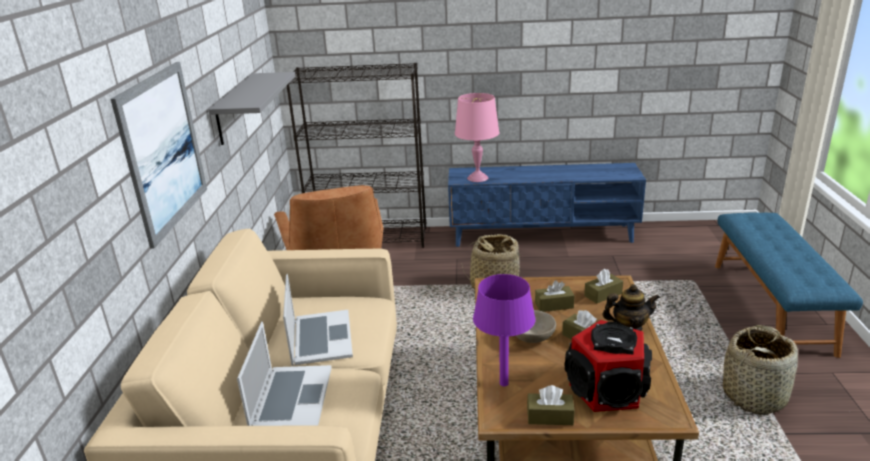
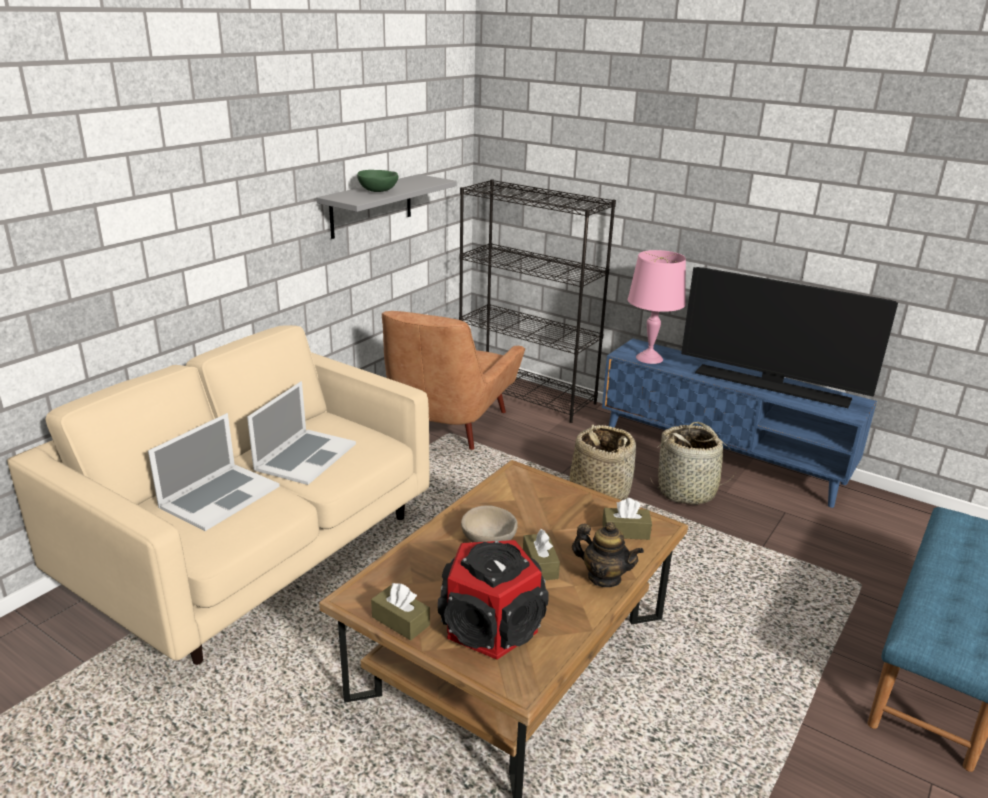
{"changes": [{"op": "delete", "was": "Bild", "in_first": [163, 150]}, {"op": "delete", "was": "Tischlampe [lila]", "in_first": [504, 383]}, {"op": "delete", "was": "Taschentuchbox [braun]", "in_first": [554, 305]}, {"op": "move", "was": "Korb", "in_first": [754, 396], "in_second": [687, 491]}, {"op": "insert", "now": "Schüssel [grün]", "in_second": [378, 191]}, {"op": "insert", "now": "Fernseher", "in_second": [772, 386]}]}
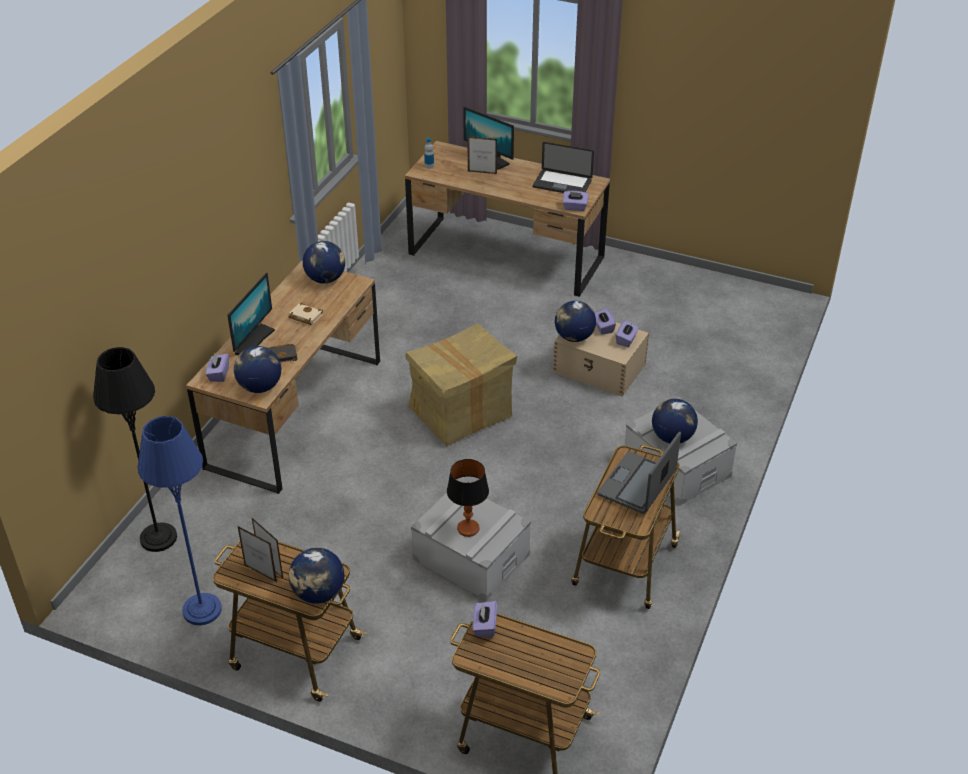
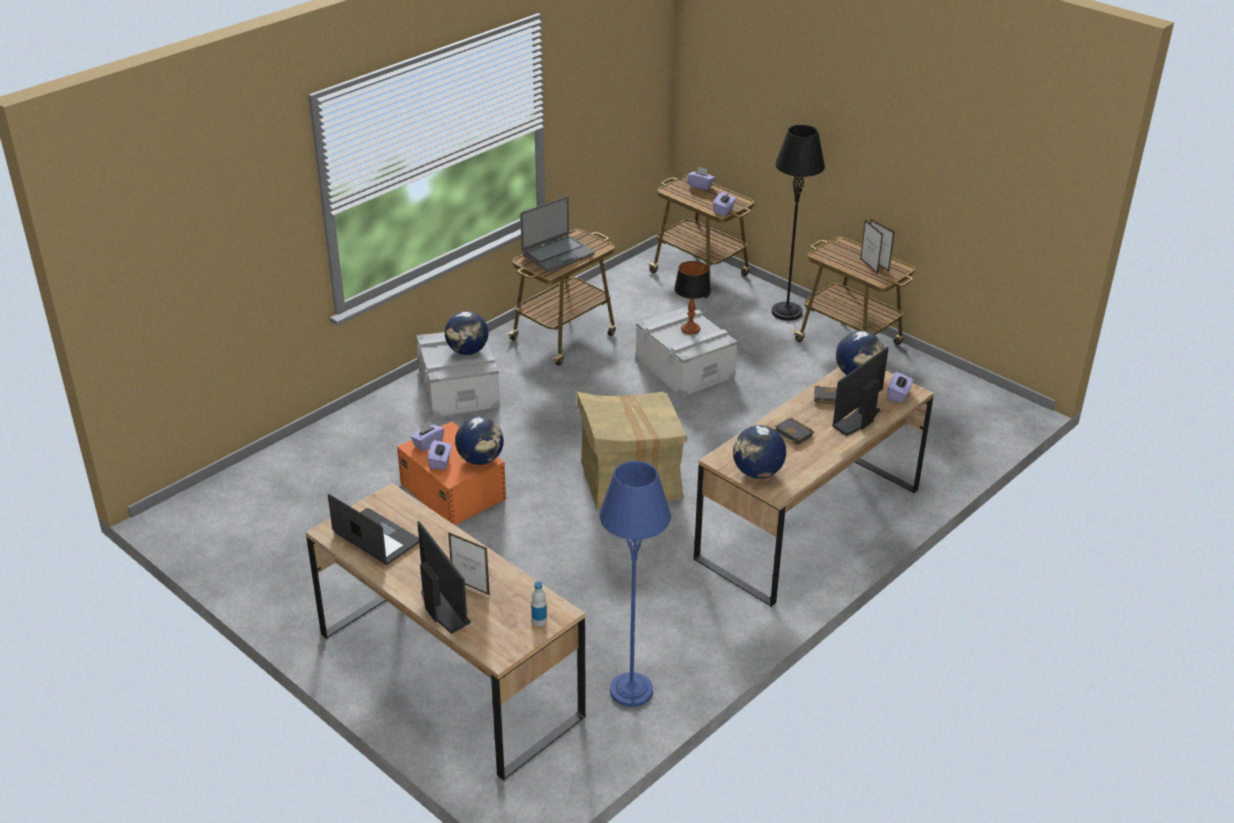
{"changes": [{"op": "move", "was": "Taschentuchbox [lila]", "in_first": [575, 207], "in_second": [700, 186]}, {"op": "recolor", "was": "Buch [beige]", "now": "Buch [schwarz]", "in_first": [304, 316], "in_second": [795, 434]}, {"op": "recolor", "was": "Aufbewahrungsbox [beige]", "now": "Aufbewahrungsbox [orange]", "in_first": [600, 368], "in_second": [452, 490]}, {"op": "move", "was": "Stehlampe [schwarz]", "in_first": [158, 538], "in_second": [786, 312]}, {"op": "move", "was": "Stehlampe [blau]", "in_first": [202, 610], "in_second": [631, 691]}, {"op": "delete", "was": "Globus", "in_first": [318, 594]}]}
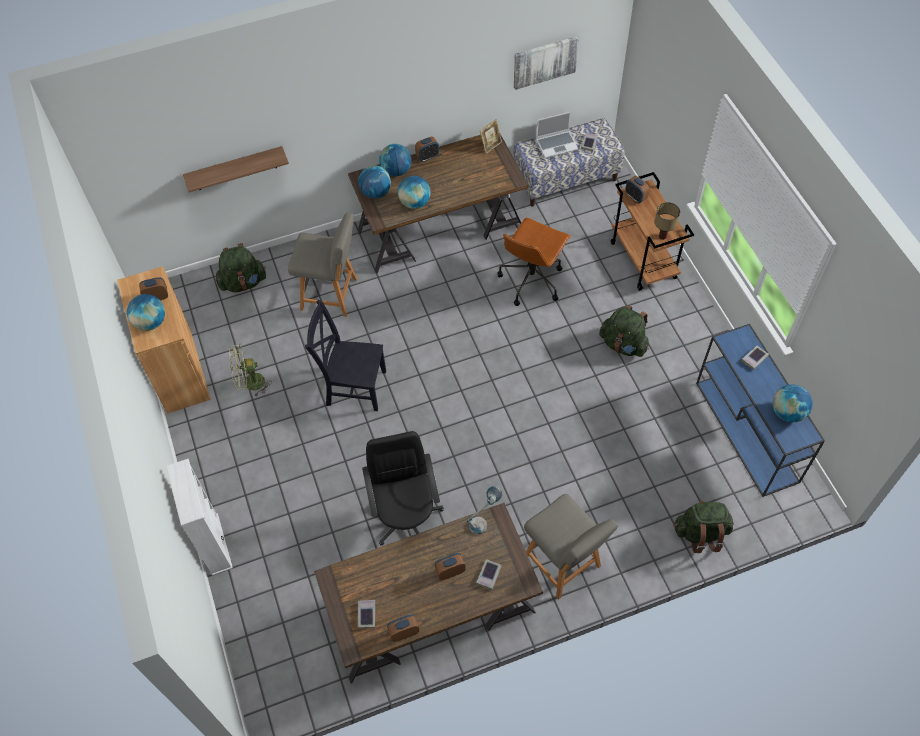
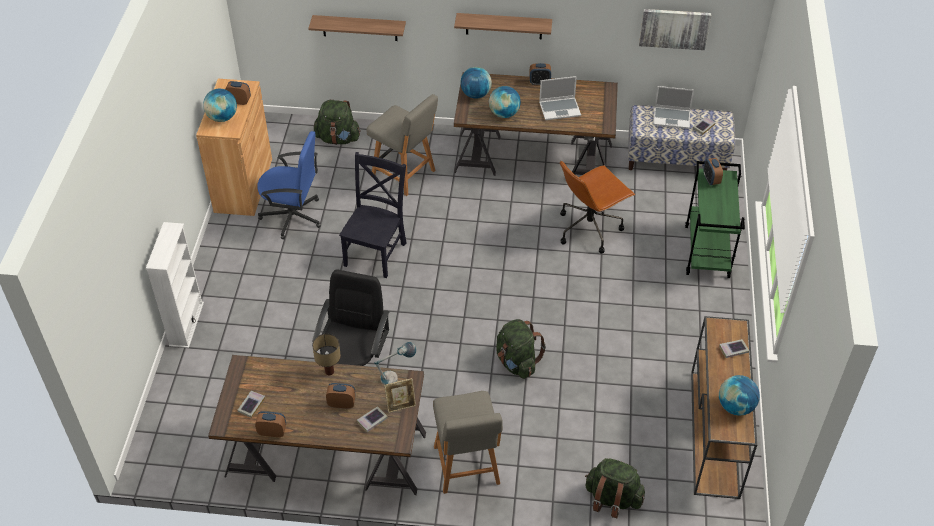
{"changes": [{"op": "move", "was": "Bilderrahmen", "in_first": [491, 145], "in_second": [400, 405]}, {"op": "delete", "was": "Globus", "in_first": [396, 171]}, {"op": "recolor", "was": "Rollwagen [braun]", "now": "Rollwagen [grün]", "in_first": [644, 260], "in_second": [707, 252]}, {"op": "move", "was": "Tischlampe", "in_first": [662, 237], "in_second": [329, 372]}, {"op": "rotate", "was": "Stuhl [schwarz]", "in_first": [353, 387], "in_second": [376, 252], "clockwise": 75}, {"op": "move", "was": "Rucksack [grün]", "in_first": [623, 344], "in_second": [517, 362]}, {"op": "recolor", "was": "Konsolentisch [blau]", "now": "Konsolentisch [braun]", "in_first": [747, 432], "in_second": [714, 434]}, {"op": "replace", "was": "Ventilator [grün]", "now": "Bürostuhl [blau]", "in_first": [250, 384], "in_second": [293, 216]}, {"op": "insert", "now": "Wandregal", "in_second": [504, 26]}, {"op": "insert", "now": "Laptop", "in_second": [560, 109]}]}
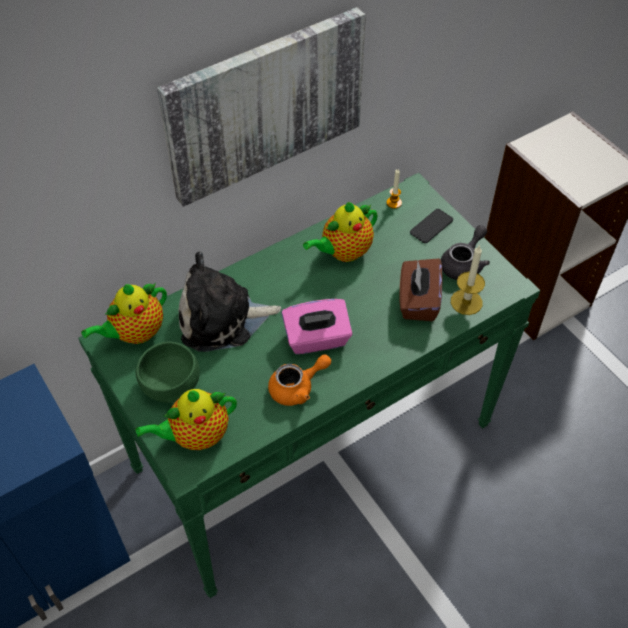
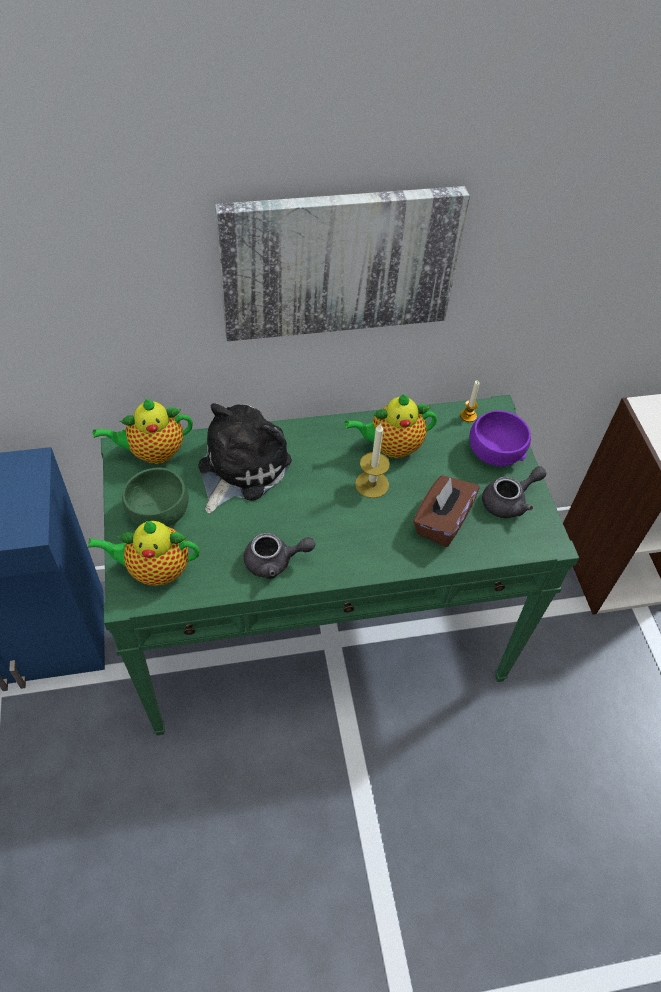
{"changes": [{"op": "replace", "was": "Handy", "now": "Schüssel [lila]", "in_first": [431, 226], "in_second": [495, 452]}, {"op": "move", "was": "Kerze", "in_first": [466, 302], "in_second": [372, 484]}, {"op": "rotate", "was": "Plüschtier", "in_first": [222, 318], "in_second": [240, 468], "clockwise": 105}, {"op": "delete", "was": "Taschentuchbox [rosa]", "in_first": [317, 339]}, {"op": "recolor", "was": "Teekanne [orange]", "now": "Teekanne [grau]", "in_first": [297, 388], "in_second": [275, 562]}]}
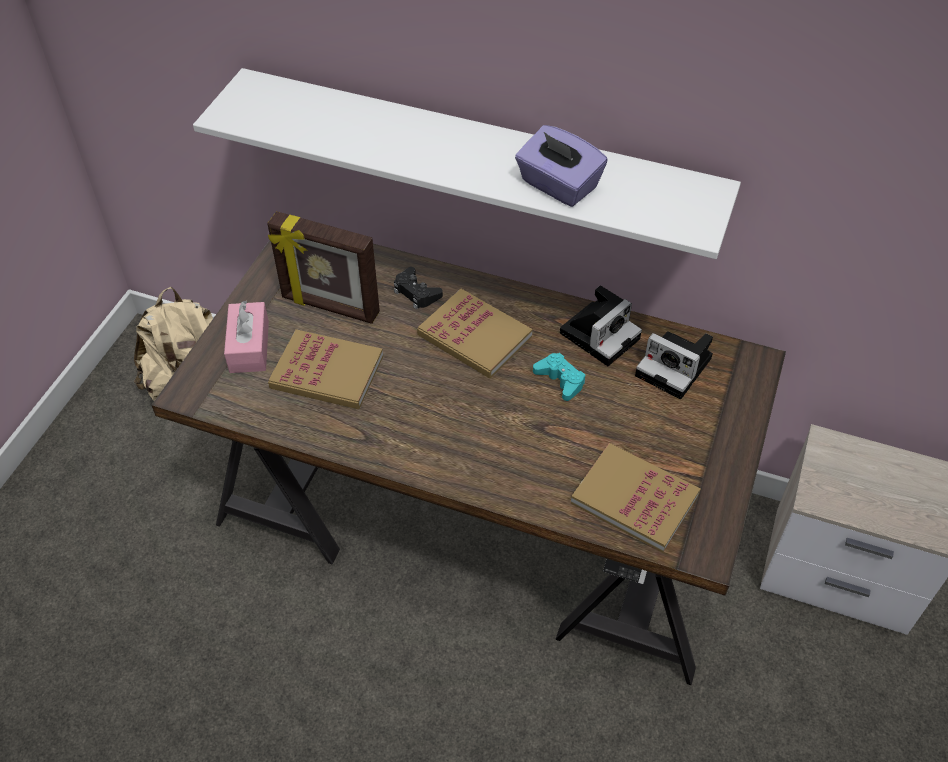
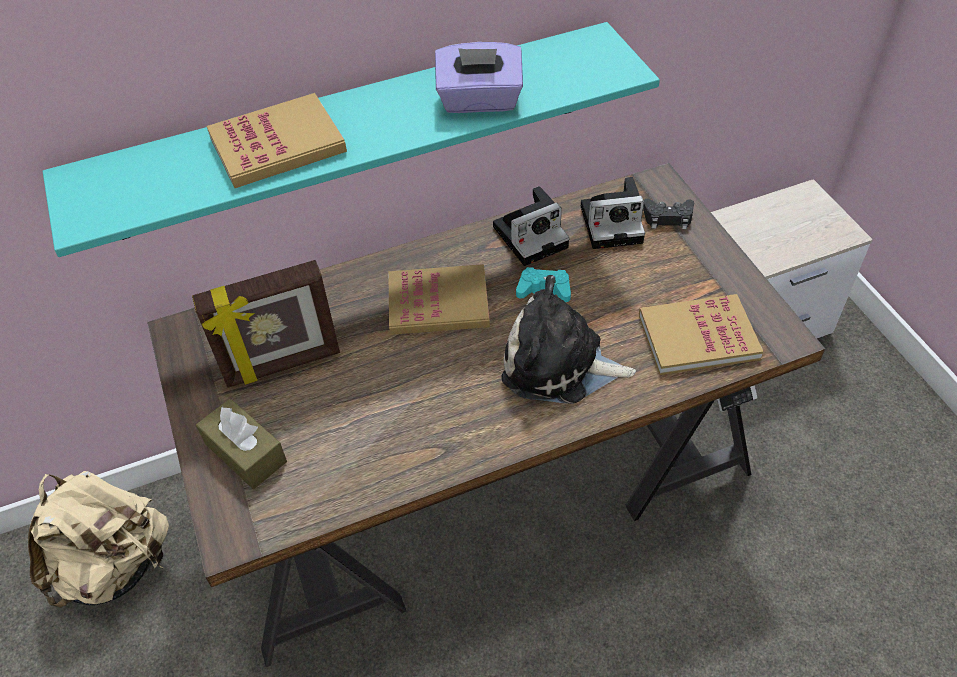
{"changes": [{"op": "recolor", "was": "Wandregal [weiß]", "now": "Wandregal [türkis]", "in_first": [477, 158], "in_second": [351, 132]}, {"op": "move", "was": "Gamepad [schwarz]", "in_first": [416, 293], "in_second": [668, 217]}, {"op": "rotate", "was": "Kamera", "in_first": [600, 334], "in_second": [532, 235], "clockwise": 60}, {"op": "recolor", "was": "Taschentuchbox [rosa]", "now": "Taschentuchbox [braun]", "in_first": [249, 347], "in_second": [245, 452]}, {"op": "move", "was": "Buch", "in_first": [327, 372], "in_second": [278, 145]}, {"op": "insert", "now": "Plüschtier", "in_second": [559, 365]}]}
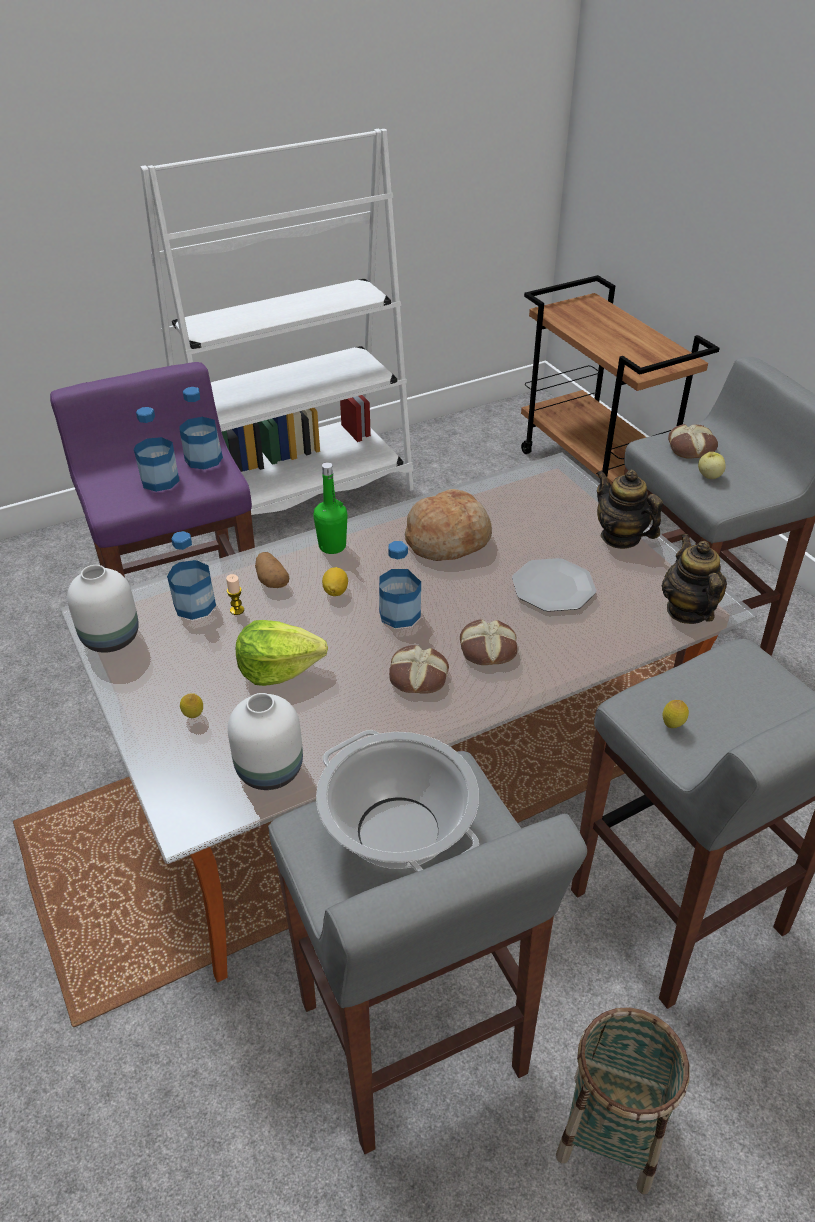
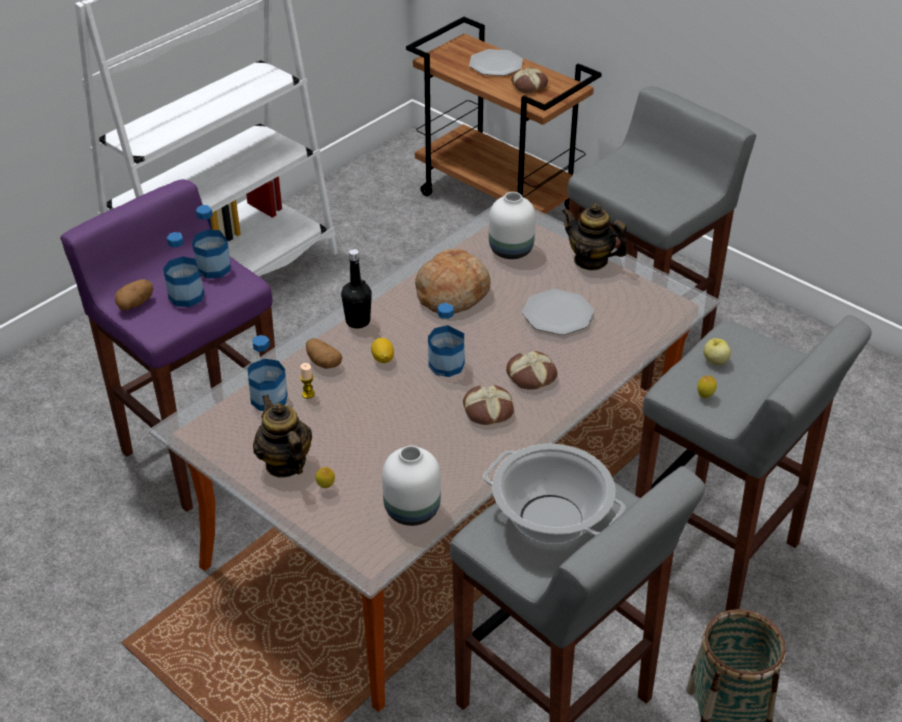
{"changes": [{"op": "move", "was": "Brot", "in_first": [691, 447], "in_second": [529, 85]}, {"op": "move", "was": "Apfel", "in_first": [709, 476], "in_second": [715, 361]}, {"op": "recolor", "was": "Flasche [grün]", "now": "Flasche [schwarz]", "in_first": [332, 546], "in_second": [358, 321]}, {"op": "move", "was": "Teekanne", "in_first": [687, 610], "in_second": [285, 463]}, {"op": "move", "was": "Vase [weiß]", "in_first": [109, 637], "in_second": [509, 250]}, {"op": "delete", "was": "Salatkopf", "in_first": [278, 668]}, {"op": "insert", "now": "Teller", "in_second": [496, 64]}, {"op": "insert", "now": "Kartoffel", "in_second": [136, 303]}]}
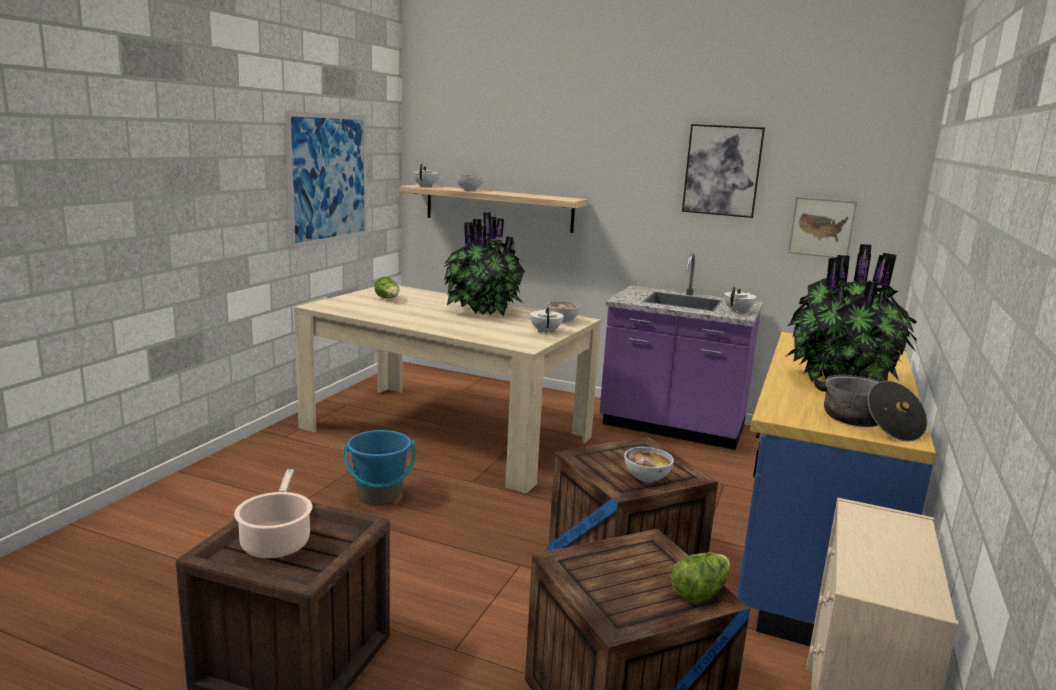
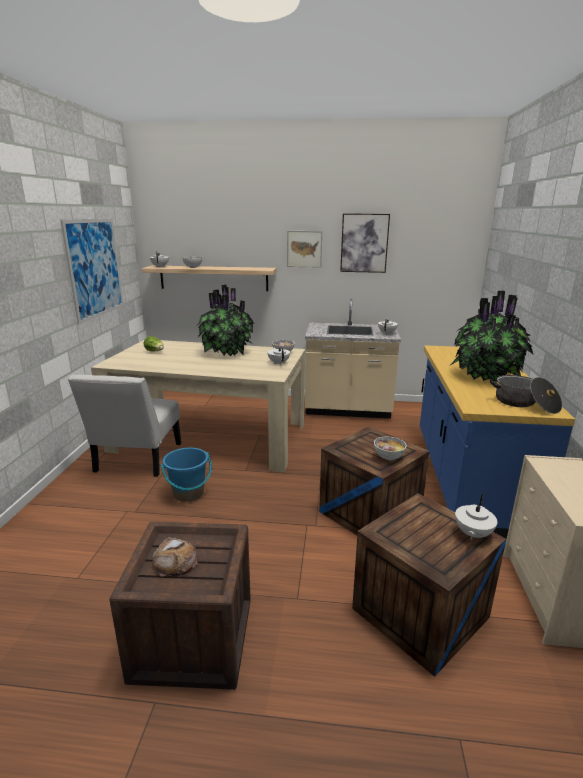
{"changes": [{"op": "move", "was": "Bild", "in_first": [821, 227], "in_second": [304, 249]}, {"op": "recolor", "was": "Küchenzeile [lila]", "now": "Küchenzeile [beige]", "in_first": [672, 428], "in_second": [347, 410]}, {"op": "replace", "was": "Kochtopf", "now": "Brot", "in_first": [276, 541], "in_second": [175, 561]}, {"op": "replace", "was": "Salatkopf", "now": "Teekanne [weiß]", "in_first": [699, 591], "in_second": [472, 534]}, {"op": "insert", "now": "Stuhl [weiß]", "in_second": [136, 460]}]}
